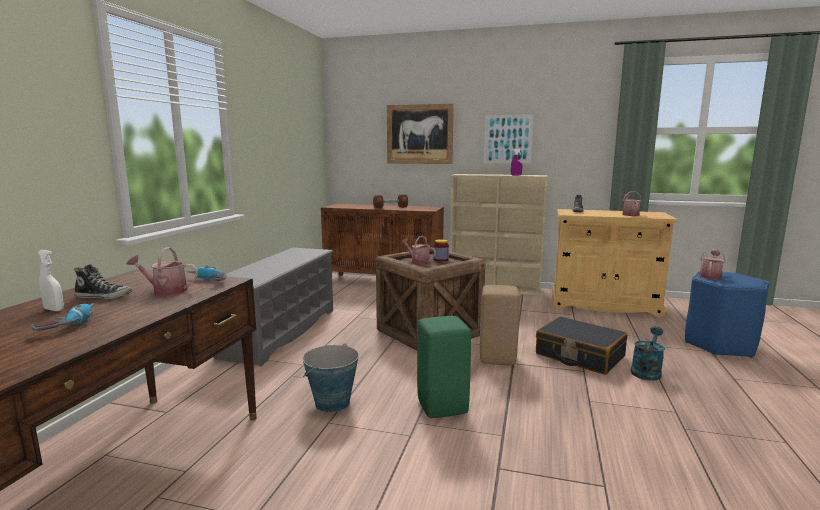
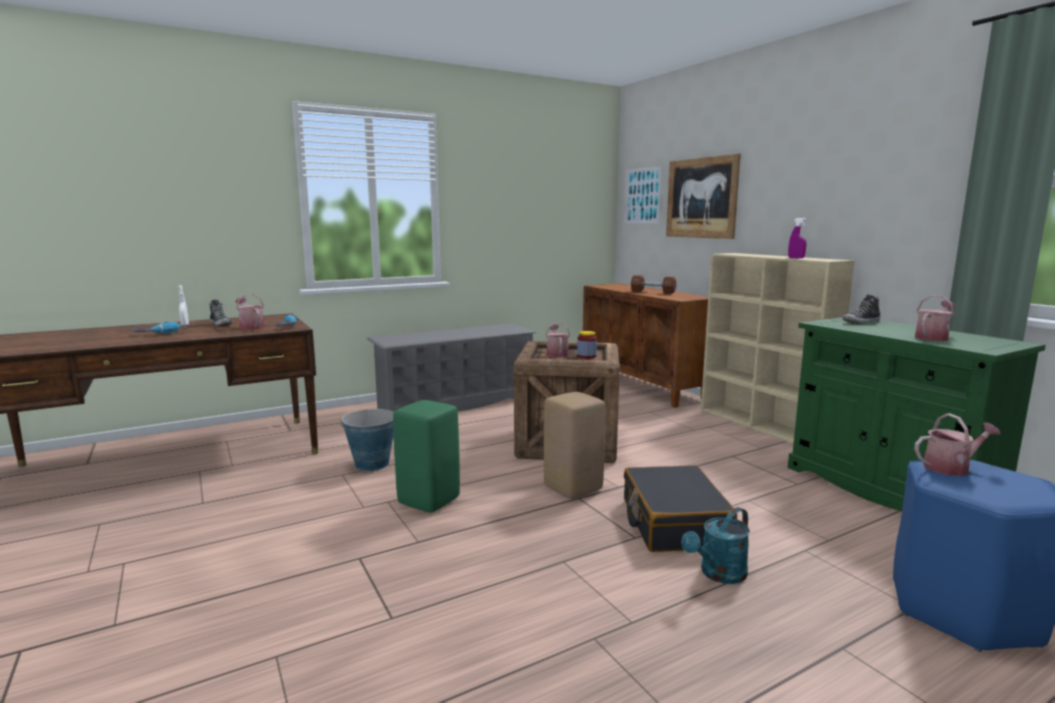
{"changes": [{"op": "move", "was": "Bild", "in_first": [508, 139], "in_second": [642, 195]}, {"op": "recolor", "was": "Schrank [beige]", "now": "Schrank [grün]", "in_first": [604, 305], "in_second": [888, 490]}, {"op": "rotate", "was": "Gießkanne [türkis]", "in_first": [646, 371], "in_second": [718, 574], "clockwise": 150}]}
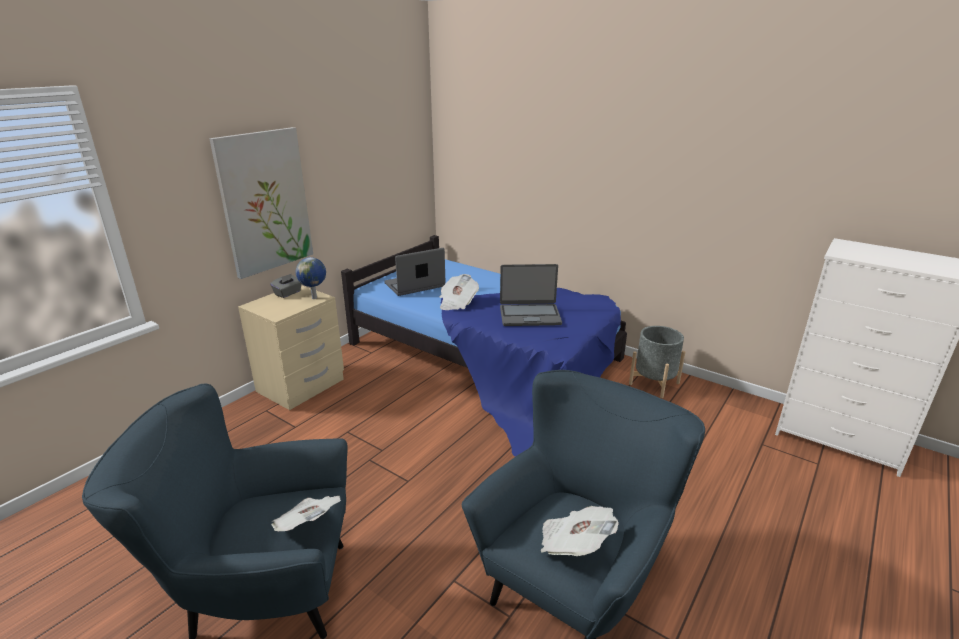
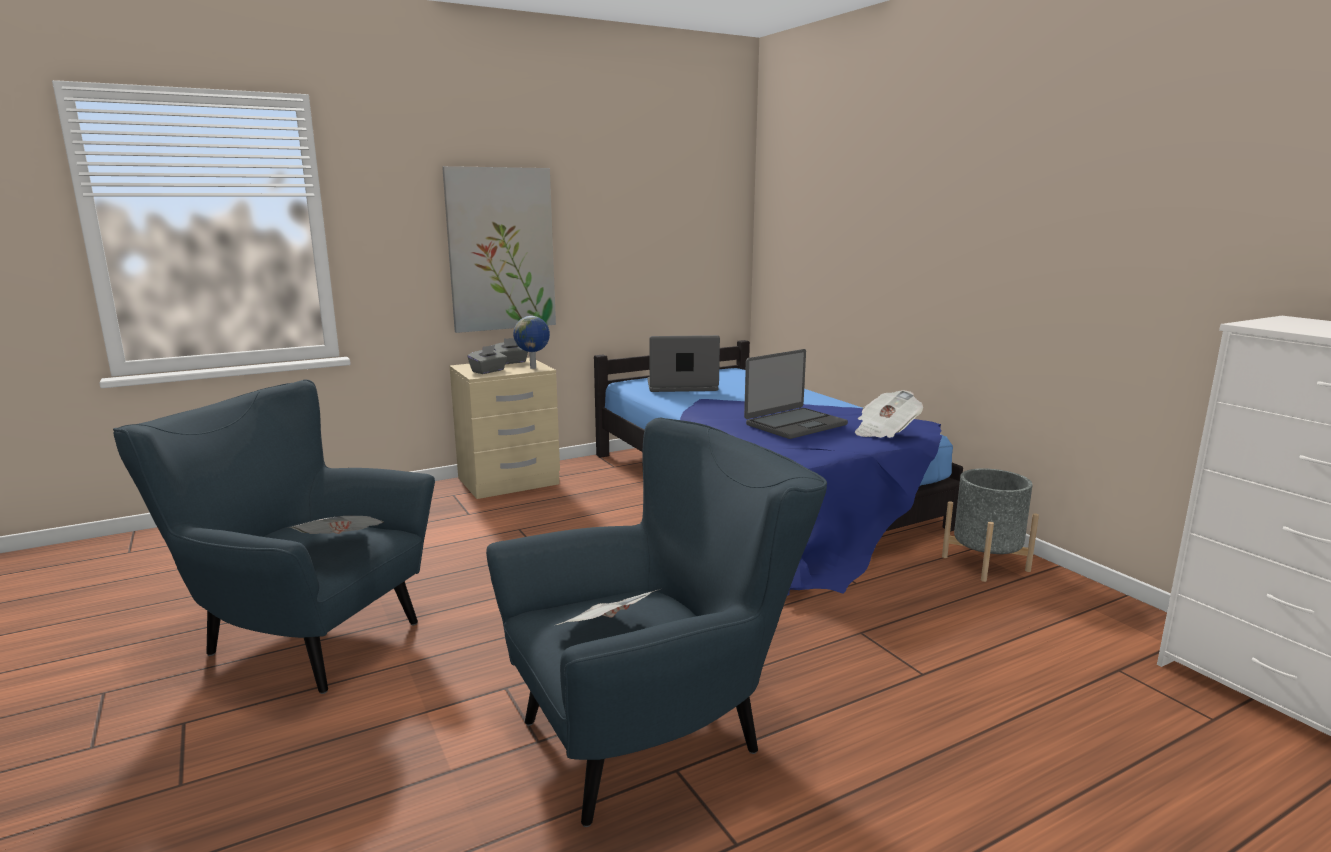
{"changes": [{"op": "rotate", "was": "Laptop", "in_first": [529, 315], "in_second": [794, 424], "clockwise": -60}, {"op": "move", "was": "Zeitung", "in_first": [457, 303], "in_second": [885, 432]}, {"op": "insert", "now": "Taschentuchbox [grau]", "in_second": [488, 371]}]}
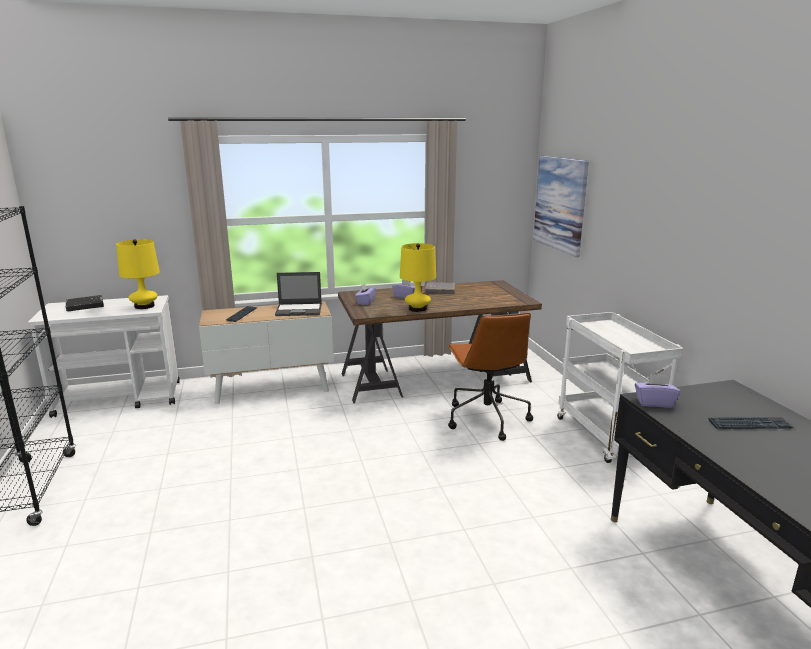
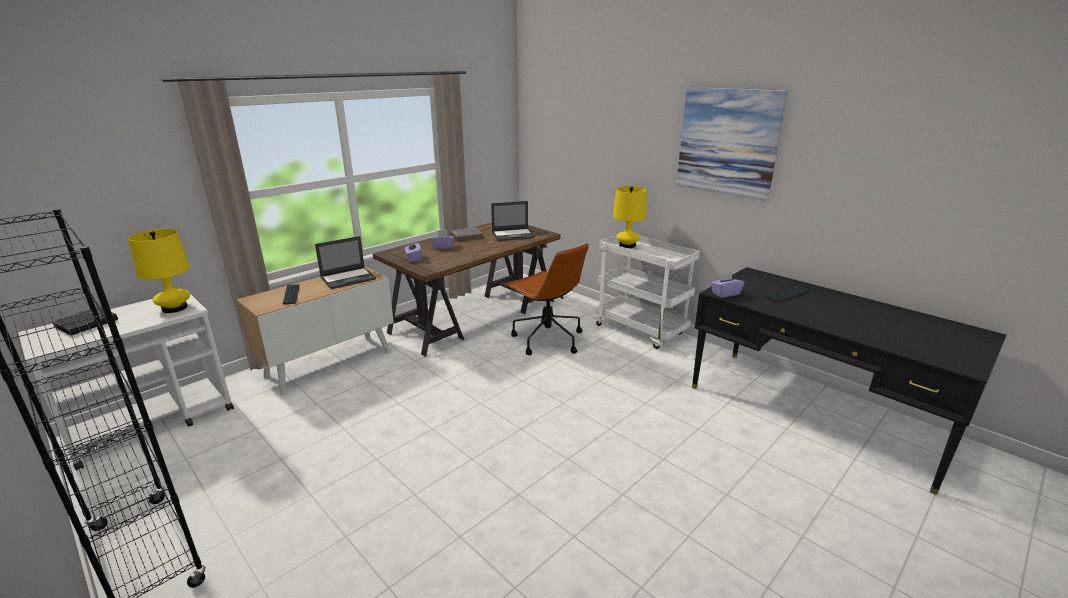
{"changes": [{"op": "move", "was": "Bild", "in_first": [560, 204], "in_second": [727, 142]}, {"op": "move", "was": "Tischlampe [gelb]", "in_first": [417, 309], "in_second": [627, 245]}, {"op": "insert", "now": "Laptop", "in_second": [513, 235]}]}
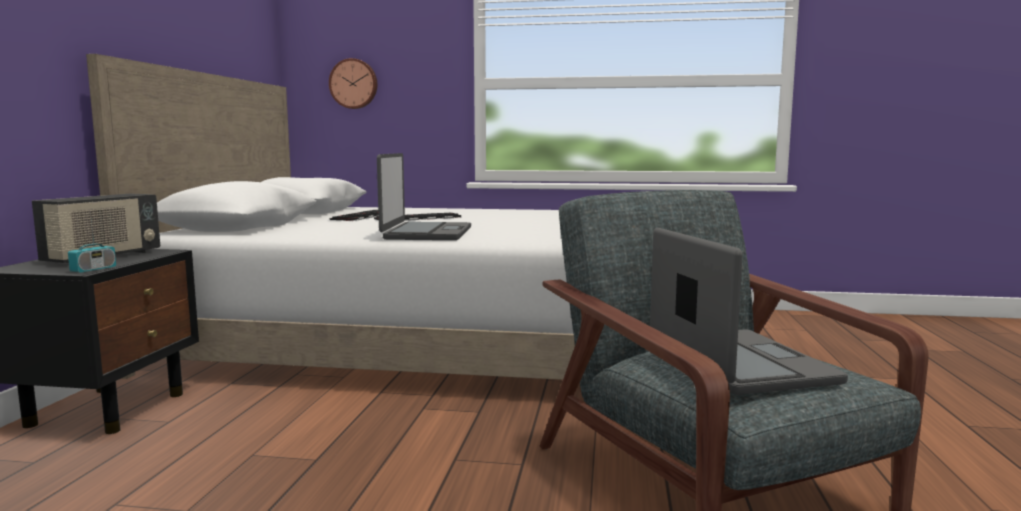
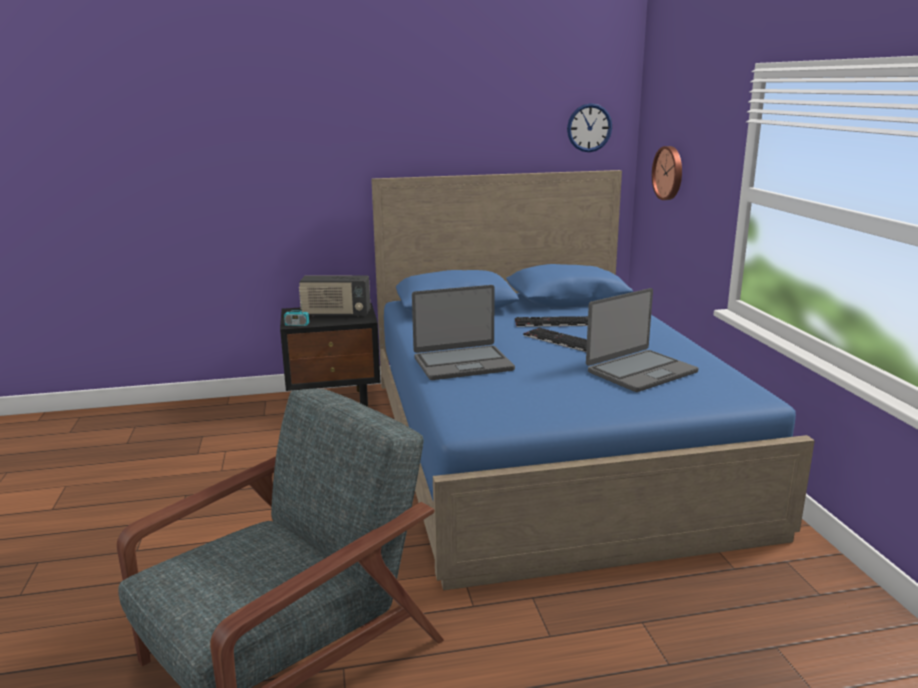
{"changes": [{"op": "recolor", "was": "Bett [weiß]", "now": "Bett [blau]", "in_first": [413, 337], "in_second": [547, 447]}, {"op": "move", "was": "Laptop", "in_first": [737, 363], "in_second": [640, 371]}, {"op": "insert", "now": "Wanduhr", "in_second": [589, 128]}]}
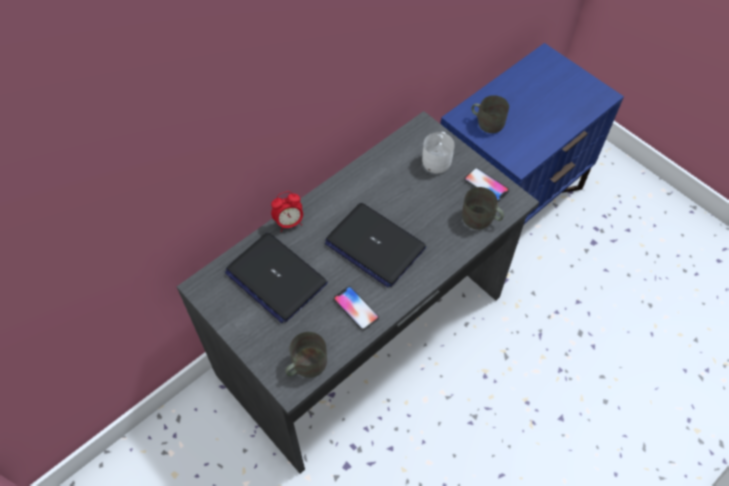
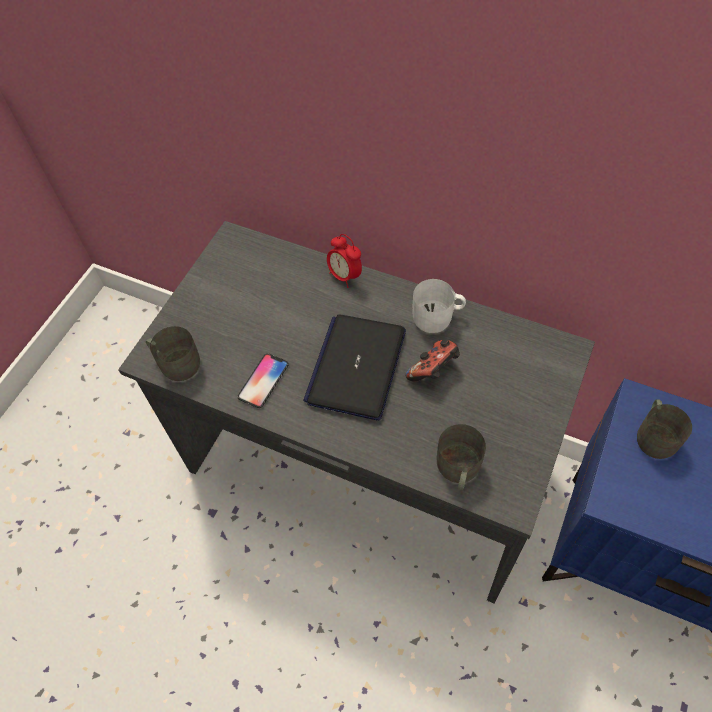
{"changes": [{"op": "move", "was": "Henkelbecher [weiß]", "in_first": [438, 159], "in_second": [438, 317]}, {"op": "delete", "was": "Handy", "in_first": [486, 185]}, {"op": "delete", "was": "Laptop", "in_first": [275, 277]}, {"op": "insert", "now": "Gamepad", "in_second": [433, 370]}]}
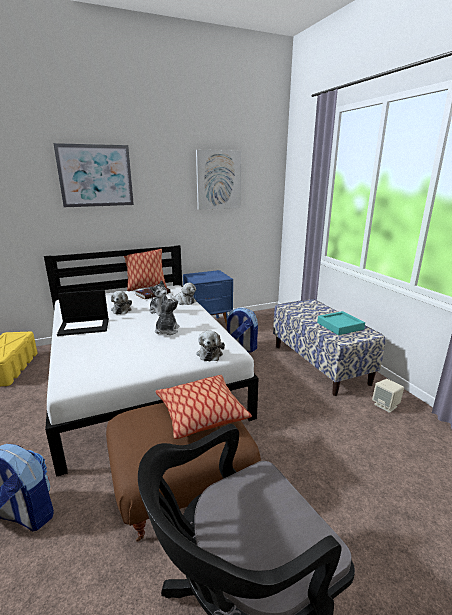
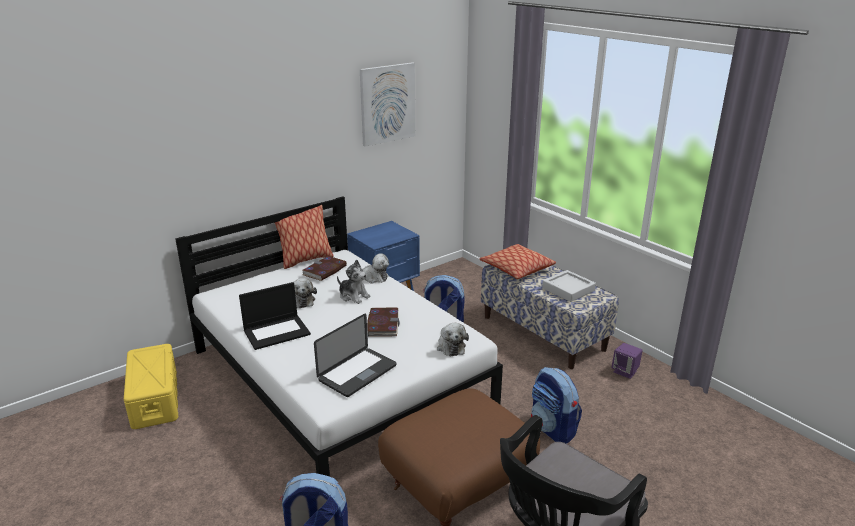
{"changes": [{"op": "delete", "was": "Bild", "in_first": [95, 176]}, {"op": "replace", "was": "Plüschtier", "now": "Buch", "in_first": [166, 331], "in_second": [383, 324]}, {"op": "recolor", "was": "Tablett [türkis]", "now": "Tablett [grau]", "in_first": [340, 326], "in_second": [568, 289]}, {"op": "move", "was": "Kissen", "in_first": [201, 413], "in_second": [516, 269]}, {"op": "recolor", "was": "Lautsprecher [beige]", "now": "Lautsprecher [lila]", "in_first": [386, 405], "in_second": [625, 371]}, {"op": "insert", "now": "Laptop", "in_second": [357, 373]}, {"op": "insert", "now": "Rucksack", "in_second": [553, 429]}]}
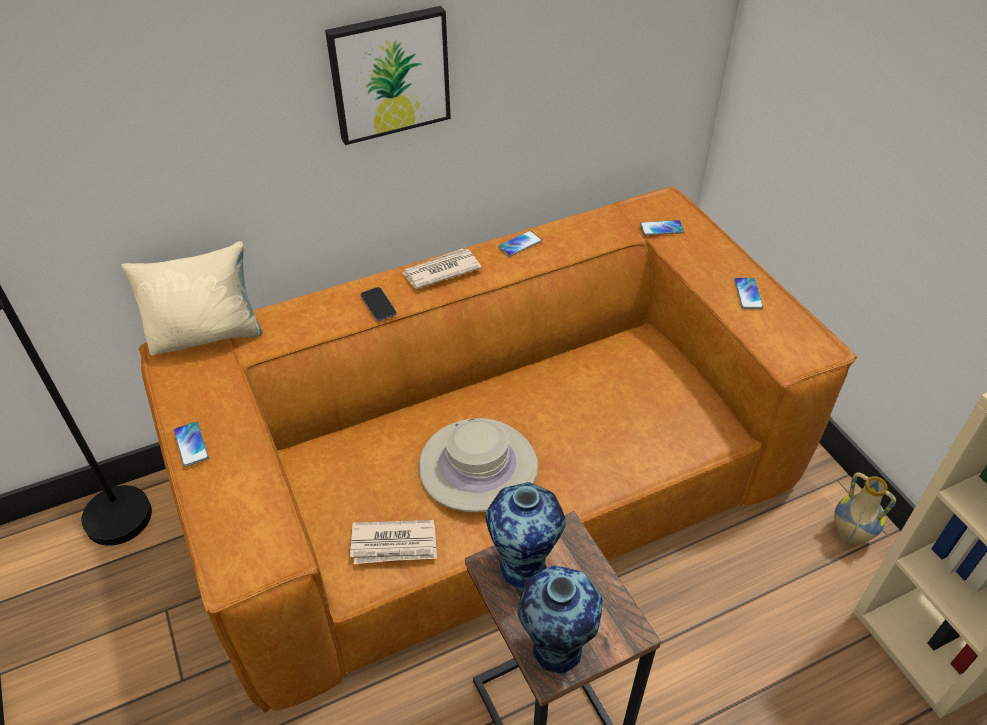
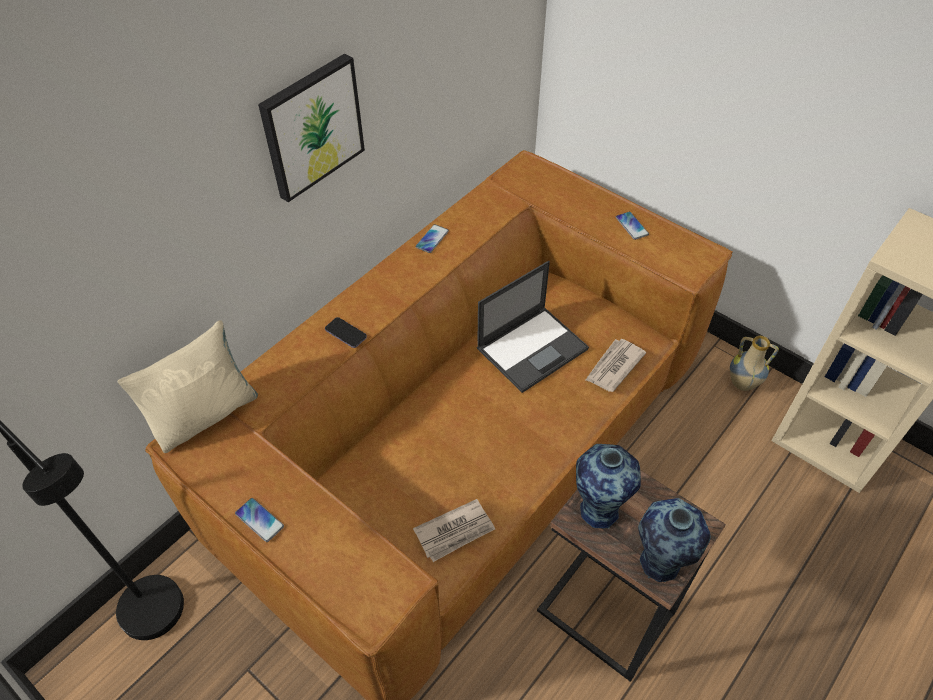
{"changes": [{"op": "delete", "was": "Handy", "in_first": [661, 228]}, {"op": "move", "was": "Zeitung", "in_first": [440, 271], "in_second": [613, 367]}, {"op": "delete", "was": "Hut [beige]", "in_first": [478, 467]}, {"op": "insert", "now": "Laptop", "in_second": [533, 348]}]}
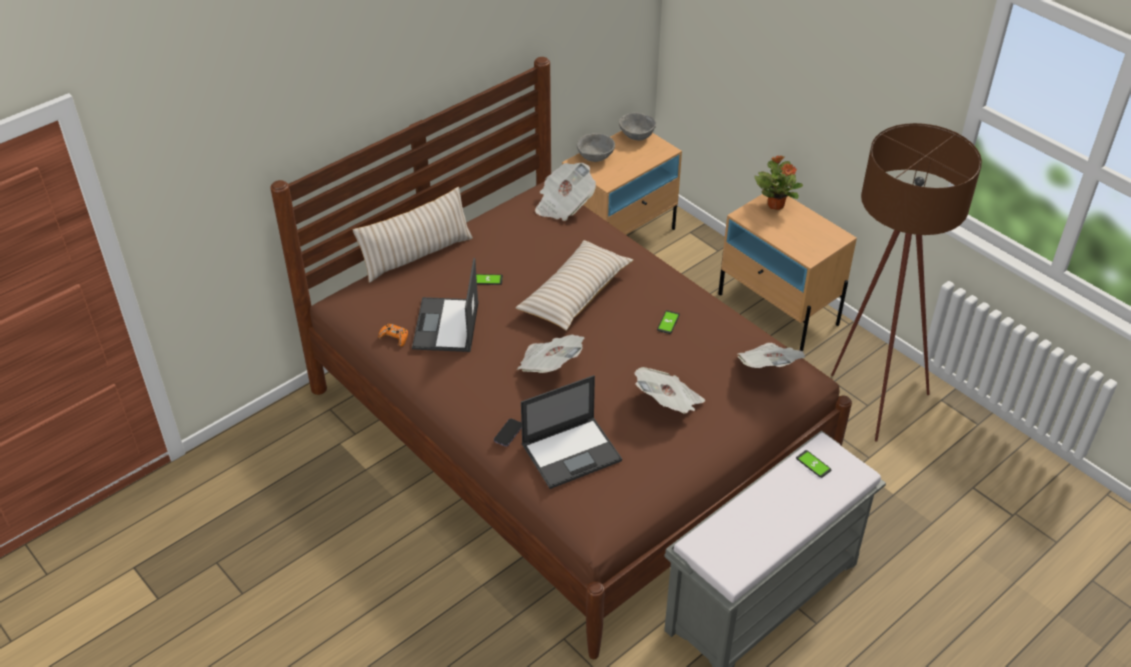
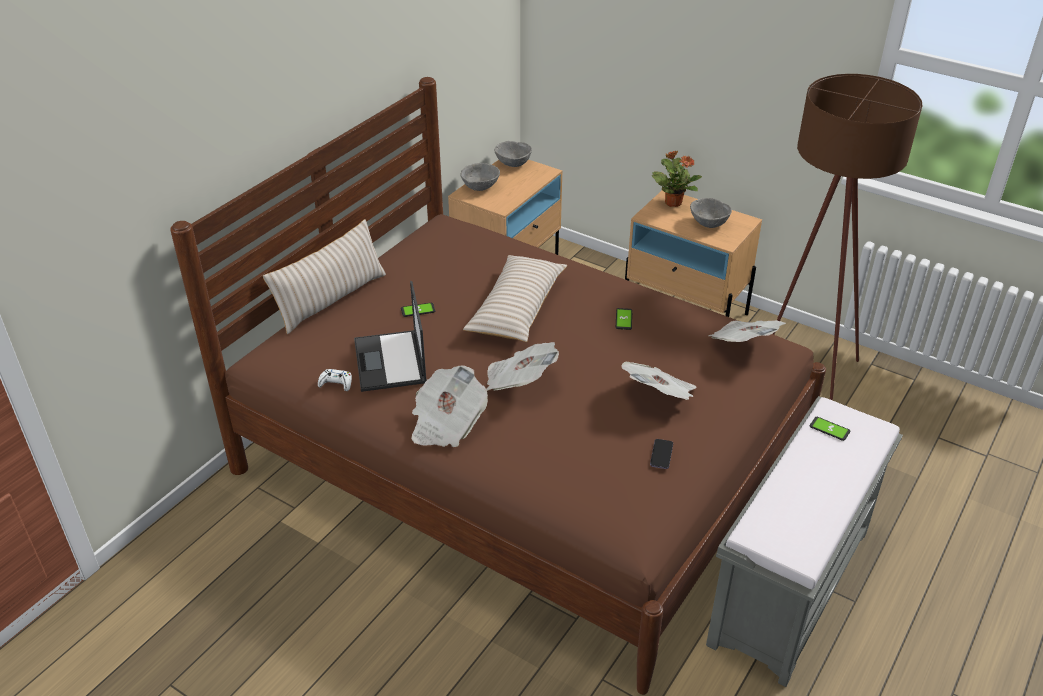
{"changes": [{"op": "move", "was": "Zeitung", "in_first": [564, 205], "in_second": [446, 424]}, {"op": "recolor", "was": "Gamepad [orange]", "now": "Gamepad [weiß]", "in_first": [394, 337], "in_second": [336, 383]}, {"op": "delete", "was": "Laptop", "in_first": [572, 452]}, {"op": "move", "was": "Handy", "in_first": [508, 433], "in_second": [661, 455]}, {"op": "insert", "now": "Schüssel [grau]", "in_second": [708, 223]}]}
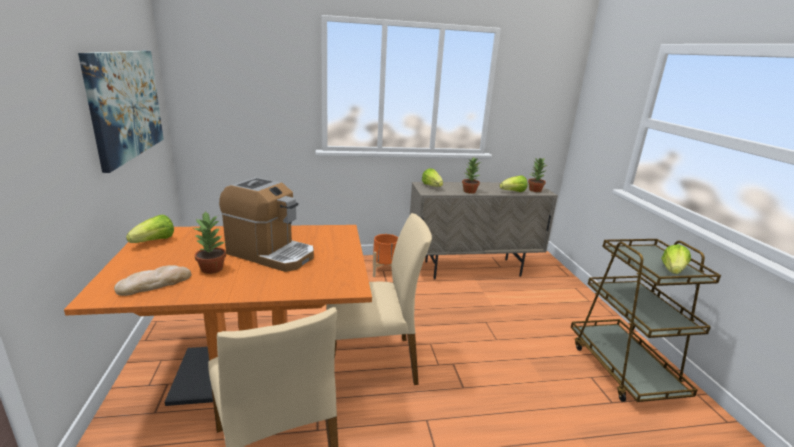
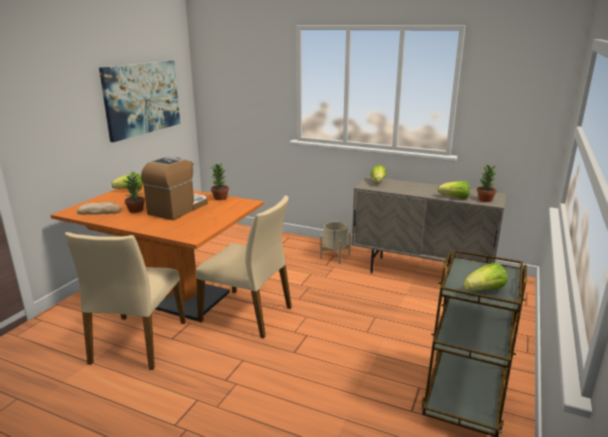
{"changes": [{"op": "move", "was": "Topfpflanze", "in_first": [469, 191], "in_second": [220, 198]}, {"op": "rotate", "was": "Kaffeemaschine", "in_first": [271, 254], "in_second": [178, 208], "clockwise": -120}, {"op": "recolor", "was": "Pflanzkübel [orange]", "now": "Pflanzkübel [beige]", "in_first": [384, 271], "in_second": [334, 256]}]}
